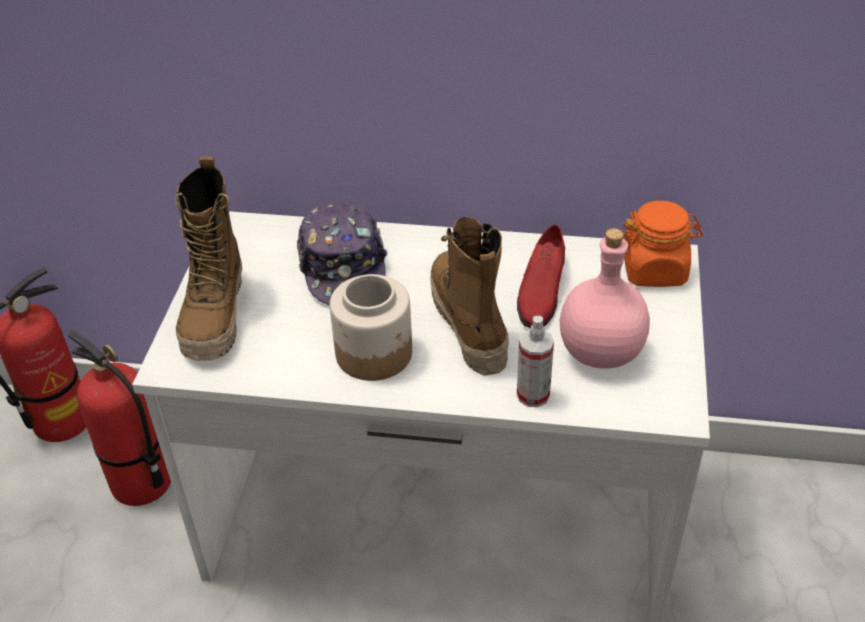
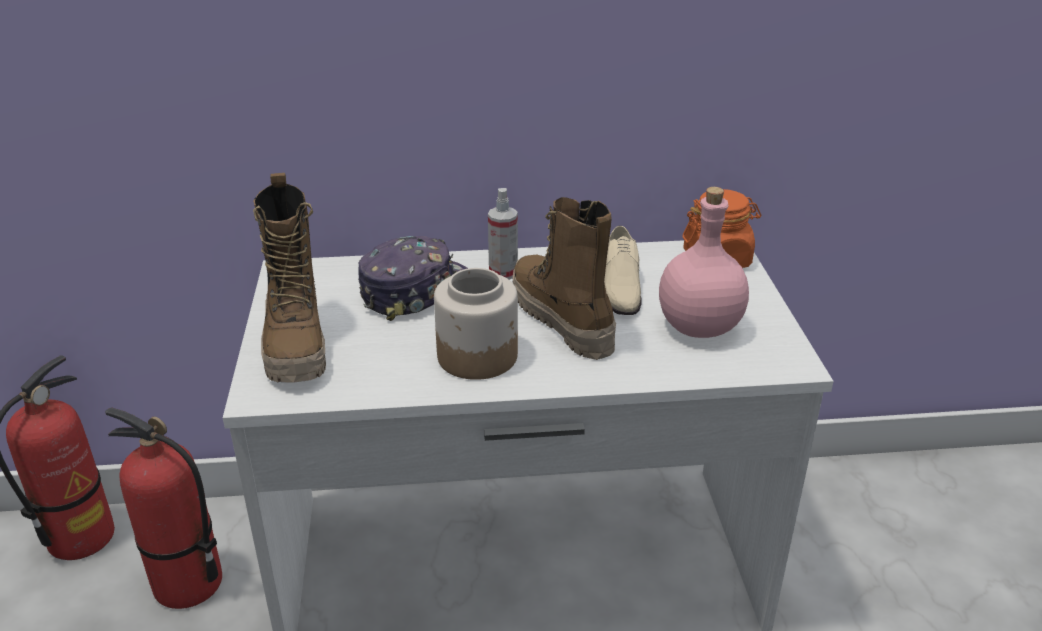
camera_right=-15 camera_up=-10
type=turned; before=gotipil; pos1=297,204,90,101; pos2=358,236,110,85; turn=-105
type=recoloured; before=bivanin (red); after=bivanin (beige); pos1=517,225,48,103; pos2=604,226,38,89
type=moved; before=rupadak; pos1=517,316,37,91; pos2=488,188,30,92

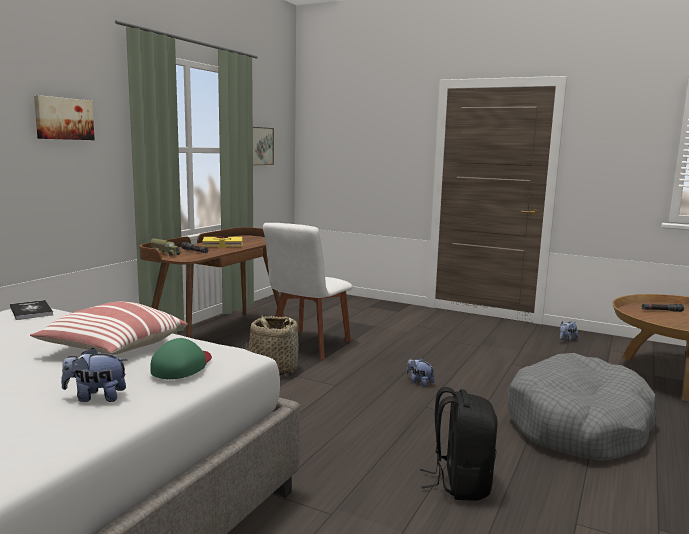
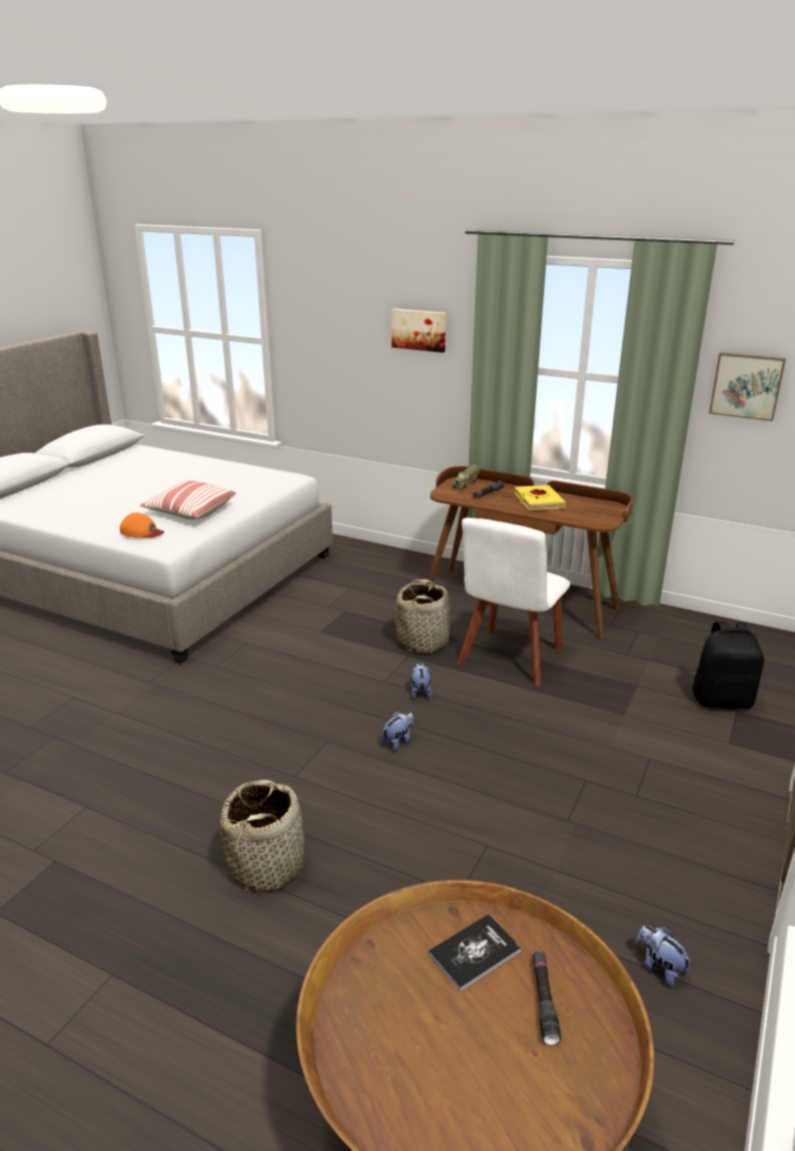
camera_right=90 camera_up=15
type=turned; before=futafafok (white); pos1=263,223,90,137; pos2=457,518,114,168; turn=-90
type=moved; before=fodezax; pos1=10,300,43,20; pos2=428,914,94,78
type=recoloured; before=gotipil (green); after=gotipil (orange); pos1=150,338,62,41; pos2=120,513,44,25
type=moved; before=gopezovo; pos1=61,348,66,54; pos2=411,663,21,36
type=replaced; before=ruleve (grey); after=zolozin; pos1=508,353,148,108; pos2=220,780,84,113
type=moved; before=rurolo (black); pos1=420,387,77,114; pos2=692,621,72,88

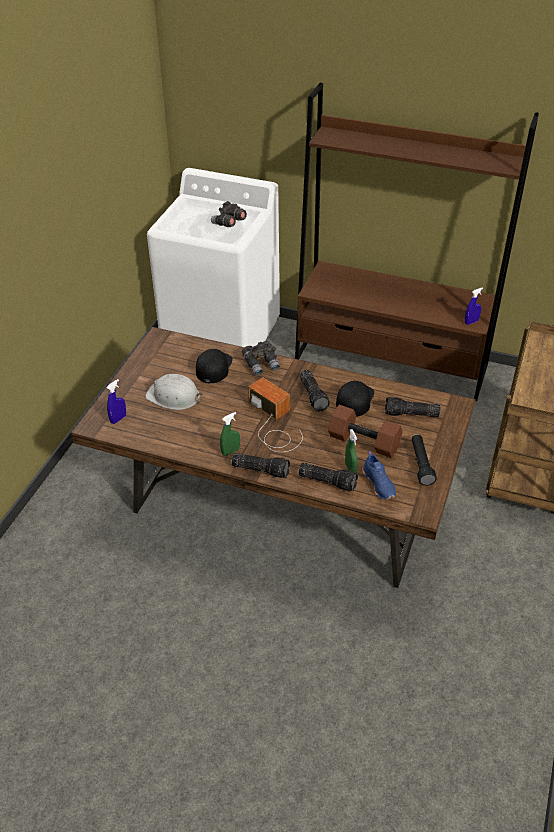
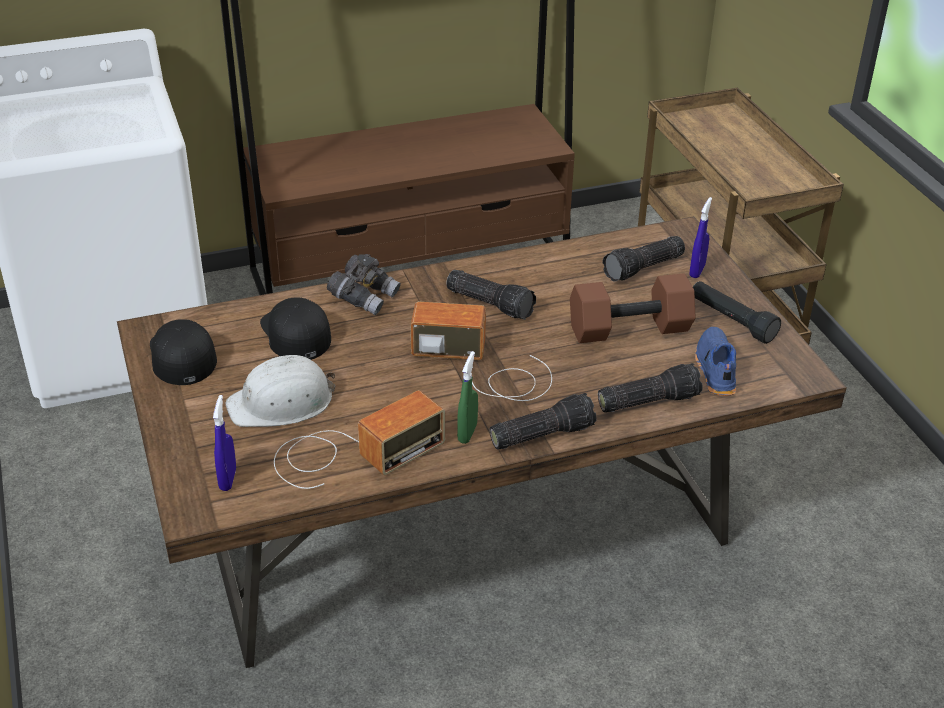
camera_right=-40 camera_up=-5
type=removed; before=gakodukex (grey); pos1=211,201,36,26
type=moved; before=rupadak (blue); pos1=465,287,18,38; pos2=689,197,23,81
type=moved; before=gotipil (black); pos1=336,381,38,36; pos2=150,319,67,66
type=removed; before=rupadak (green); pos1=345,429,13,44
type=turned; before=bivanin (blue); pos1=362,451,34,49; pos2=695,327,41,69; turn=-120
type=added; after=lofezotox; pos2=274,390,171,99

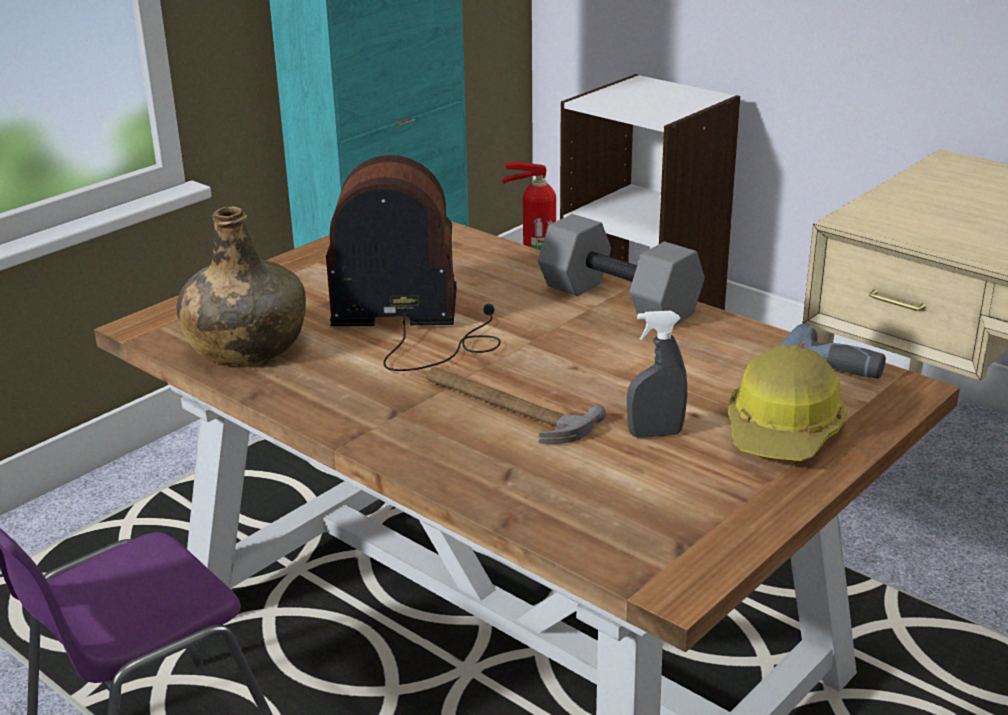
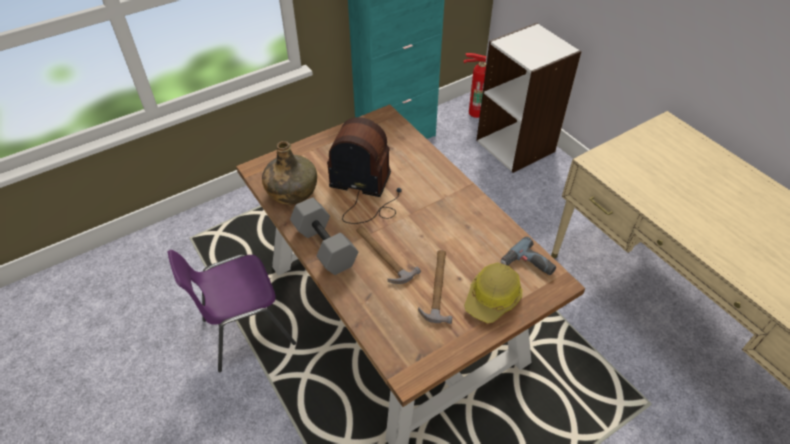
camera_right=15 camera_up=20
type=moved; before=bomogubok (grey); pos1=538,214,167,112; pos2=290,197,69,78
type=replaced; before=rupadak (grey); after=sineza; pos1=627,311,60,127; pos2=418,250,34,74

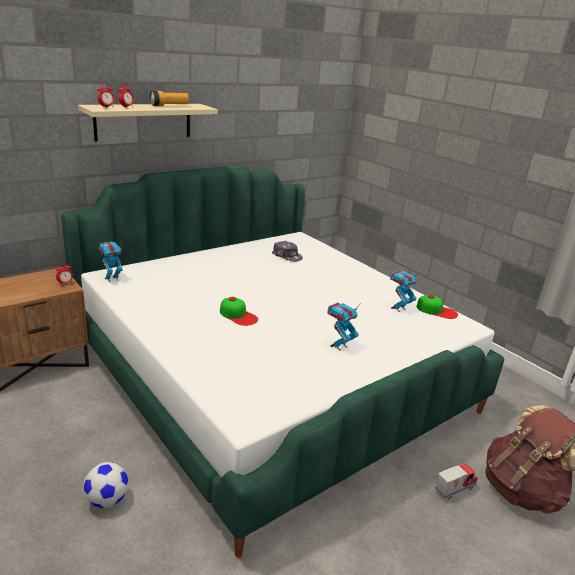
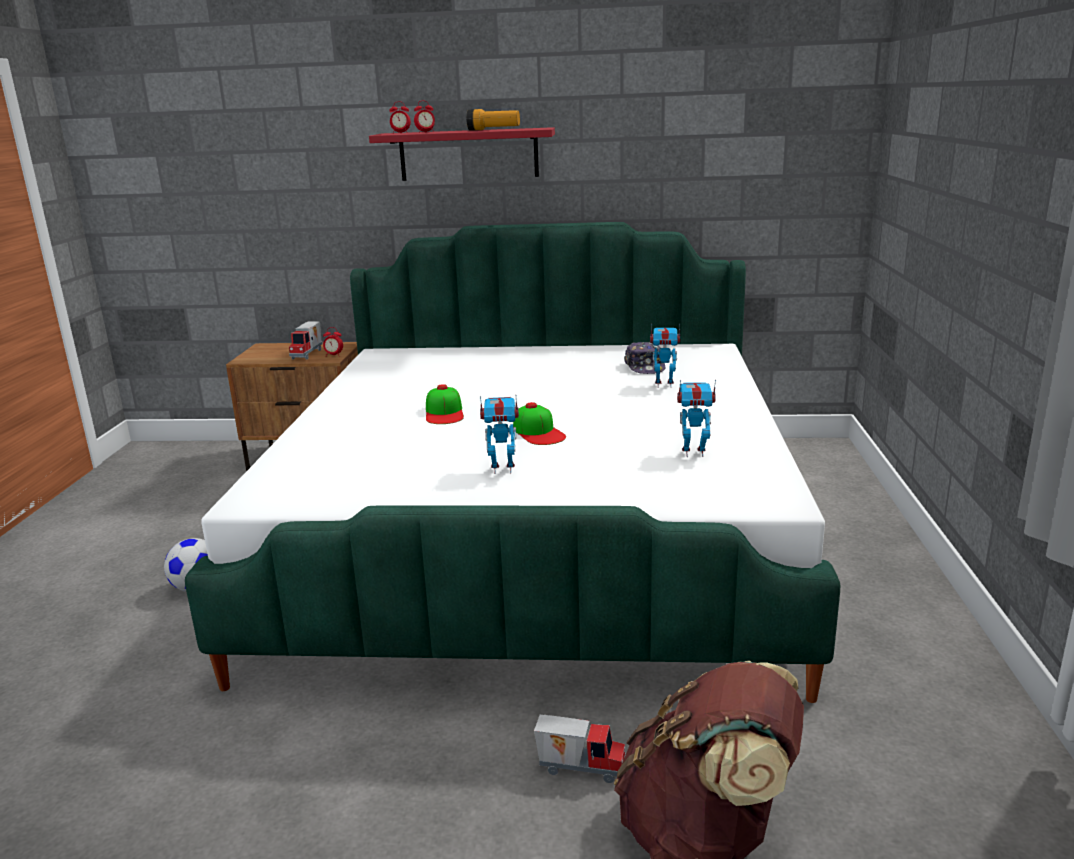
camera_right=45 camera_up=-5
type=recoloured; before=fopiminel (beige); after=fopiminel (red); pos1=78,104,140,38; pos2=369,127,186,54
type=moved; before=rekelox; pos1=99,241,23,41; pos2=650,323,30,65
type=moved; before=gotipil; pos1=416,294,42,25; pos2=513,402,53,43
type=added; after=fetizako; pos2=289,321,34,39

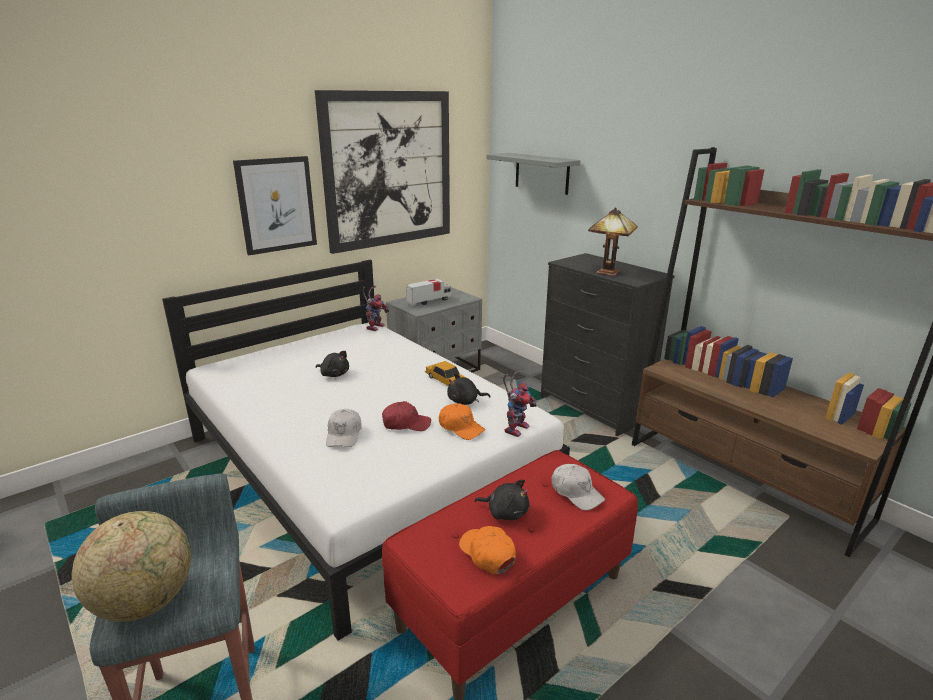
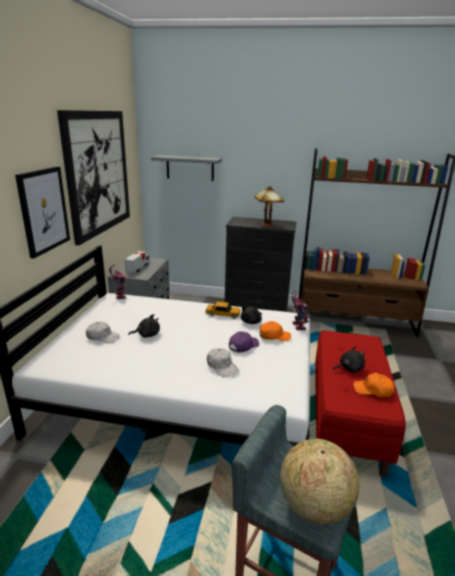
camera_right=-40 camera_up=0
type=recoloured; before=gotipil (red); after=gotipil (purple); pos1=382,401,49,30; pos2=229,331,30,22
type=moved; before=gotipil (white); pos1=551,464,54,46; pos2=86,322,34,21

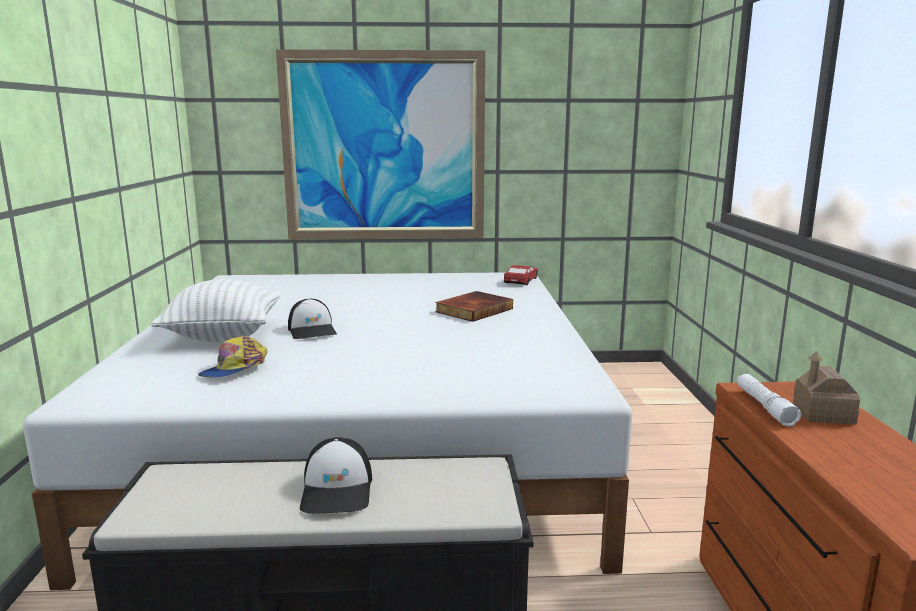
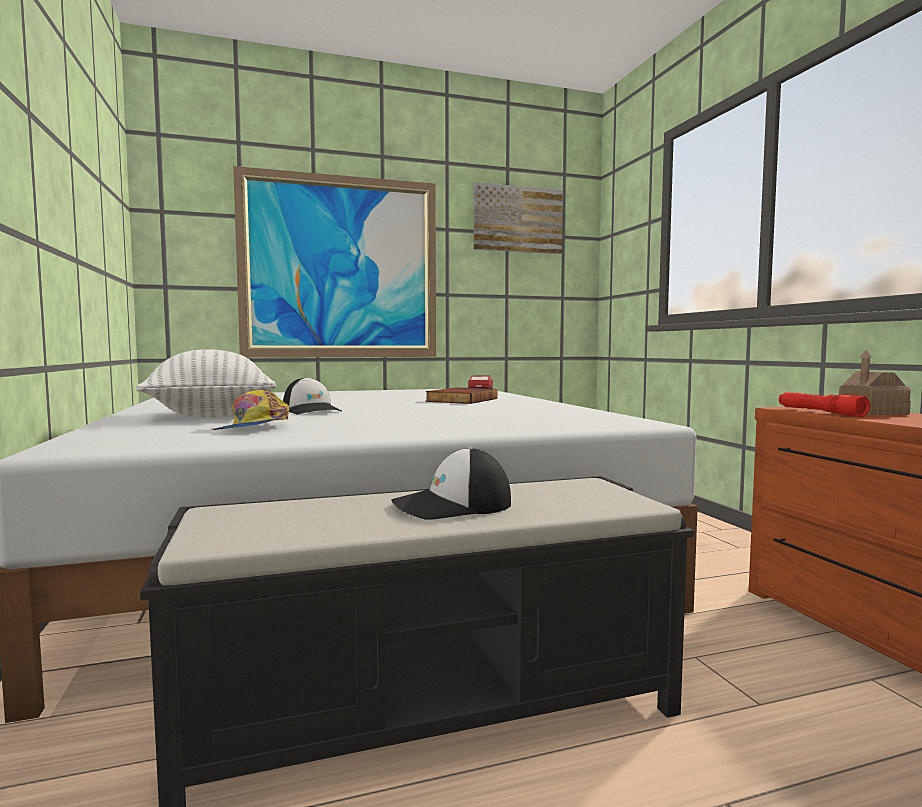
camera_right=-15 camera_up=-10
type=recoloured; before=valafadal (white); after=valafadal (red); pos1=737,374,64,53; pos2=779,392,92,25
type=turned; before=gotipil; pos1=300,437,72,77; pos2=391,447,120,73; turn=90
type=added; after=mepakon; pos2=473,182,90,72

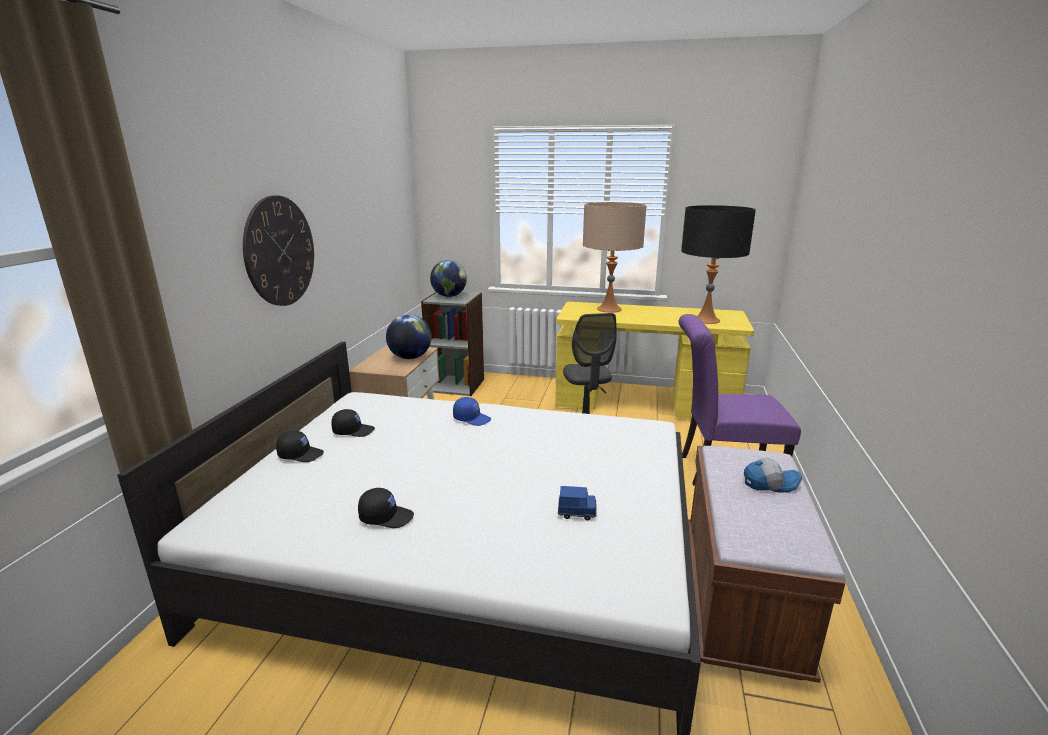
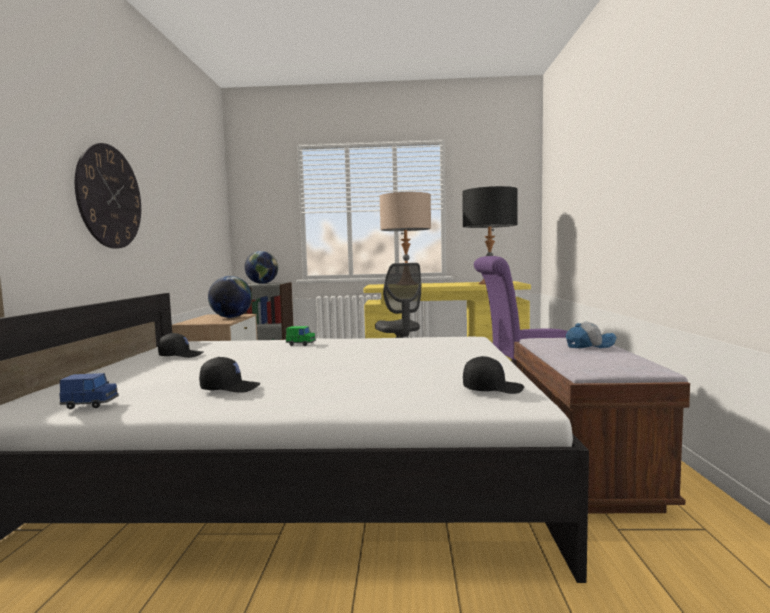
camera_right=-10 camera_up=-15
type=replaced; before=gotipil (blue); after=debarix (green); pos1=453,397,38,29; pos2=286,326,30,20
type=moved; before=gotipil (black); pos1=276,431,48,31; pos2=463,356,61,38
type=moved; before=debarix (blue); pos1=558,486,39,35; pos2=59,373,60,36

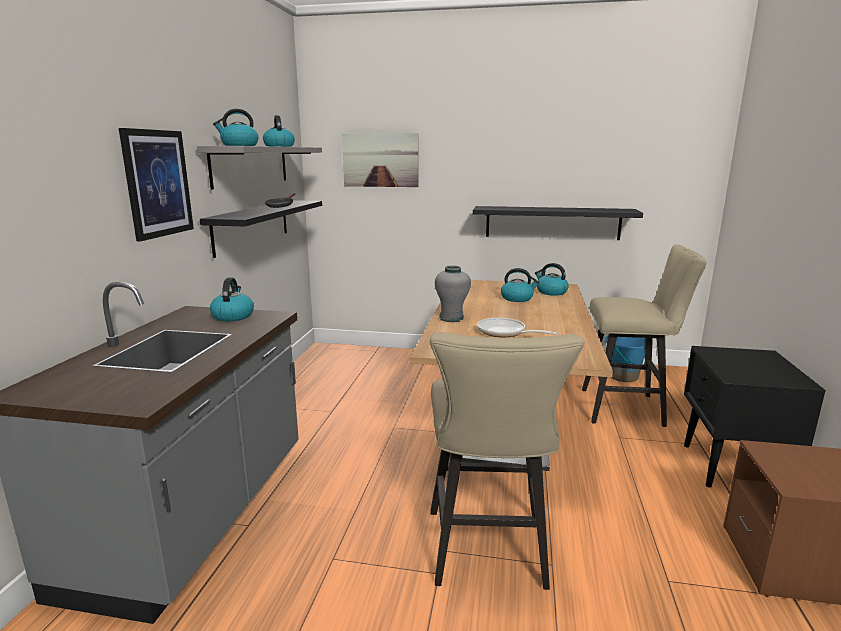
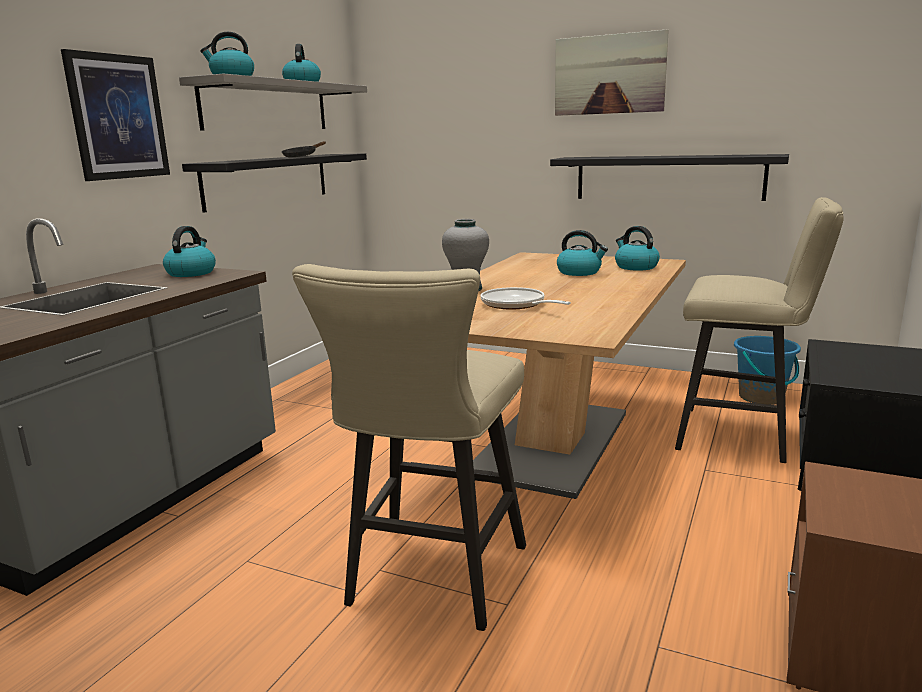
camera_right=15 camera_up=0
type=moved; before=mepakon; pos1=342,133,76,54; pos2=555,29,114,87

